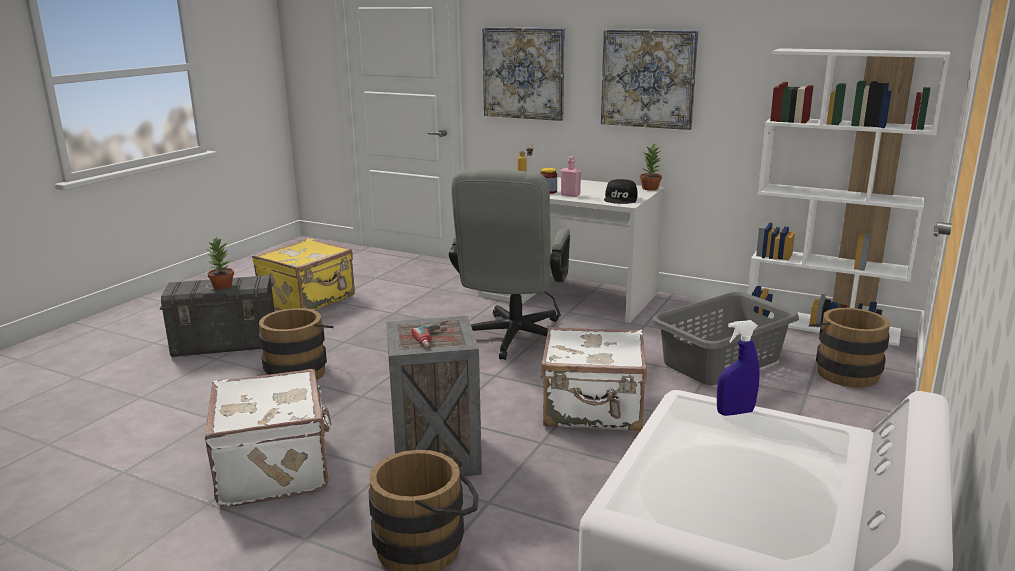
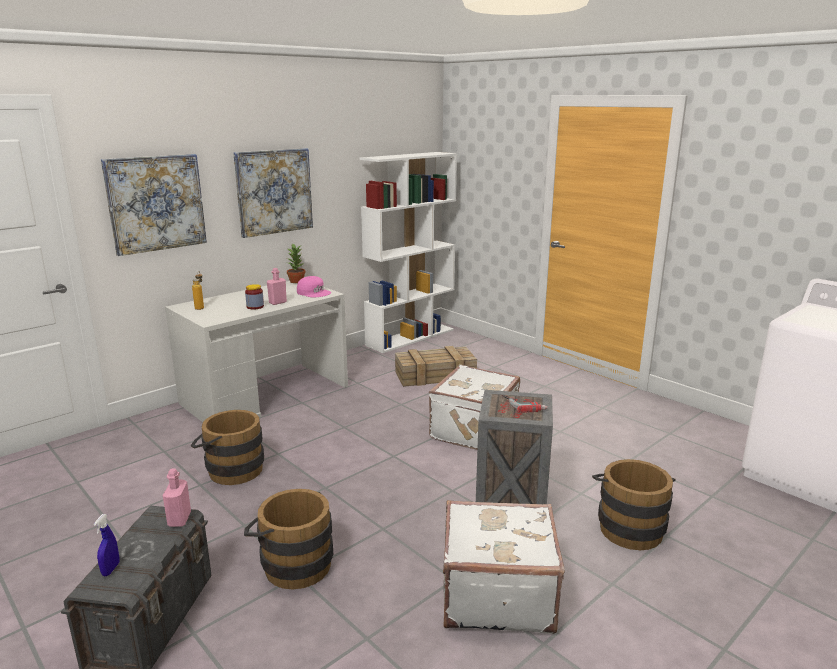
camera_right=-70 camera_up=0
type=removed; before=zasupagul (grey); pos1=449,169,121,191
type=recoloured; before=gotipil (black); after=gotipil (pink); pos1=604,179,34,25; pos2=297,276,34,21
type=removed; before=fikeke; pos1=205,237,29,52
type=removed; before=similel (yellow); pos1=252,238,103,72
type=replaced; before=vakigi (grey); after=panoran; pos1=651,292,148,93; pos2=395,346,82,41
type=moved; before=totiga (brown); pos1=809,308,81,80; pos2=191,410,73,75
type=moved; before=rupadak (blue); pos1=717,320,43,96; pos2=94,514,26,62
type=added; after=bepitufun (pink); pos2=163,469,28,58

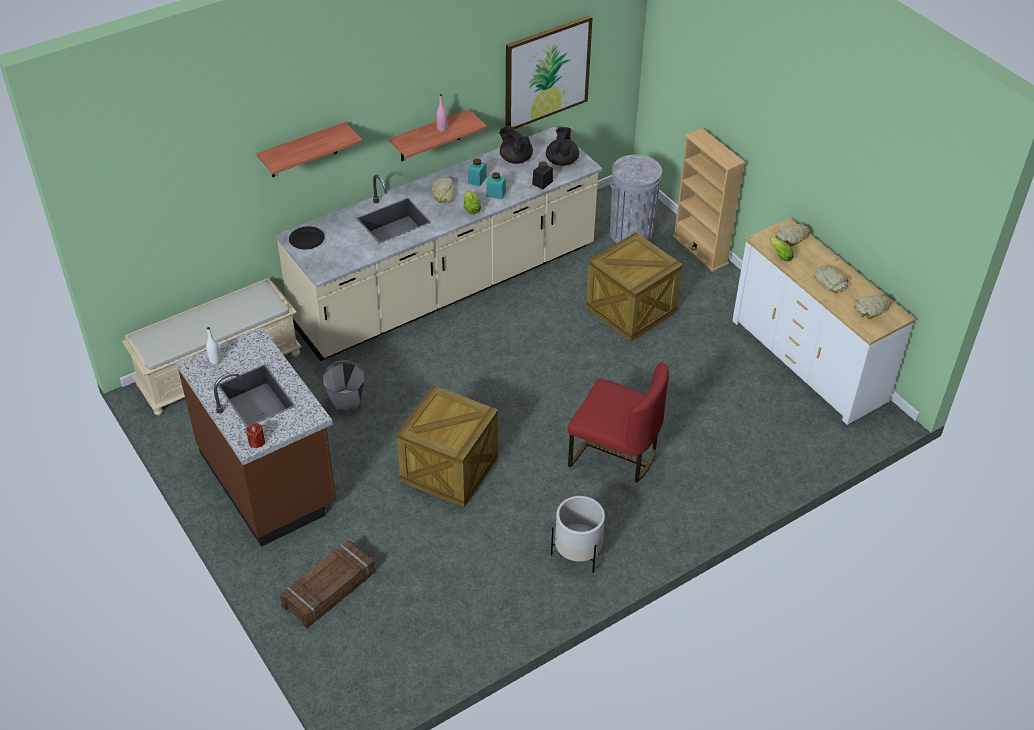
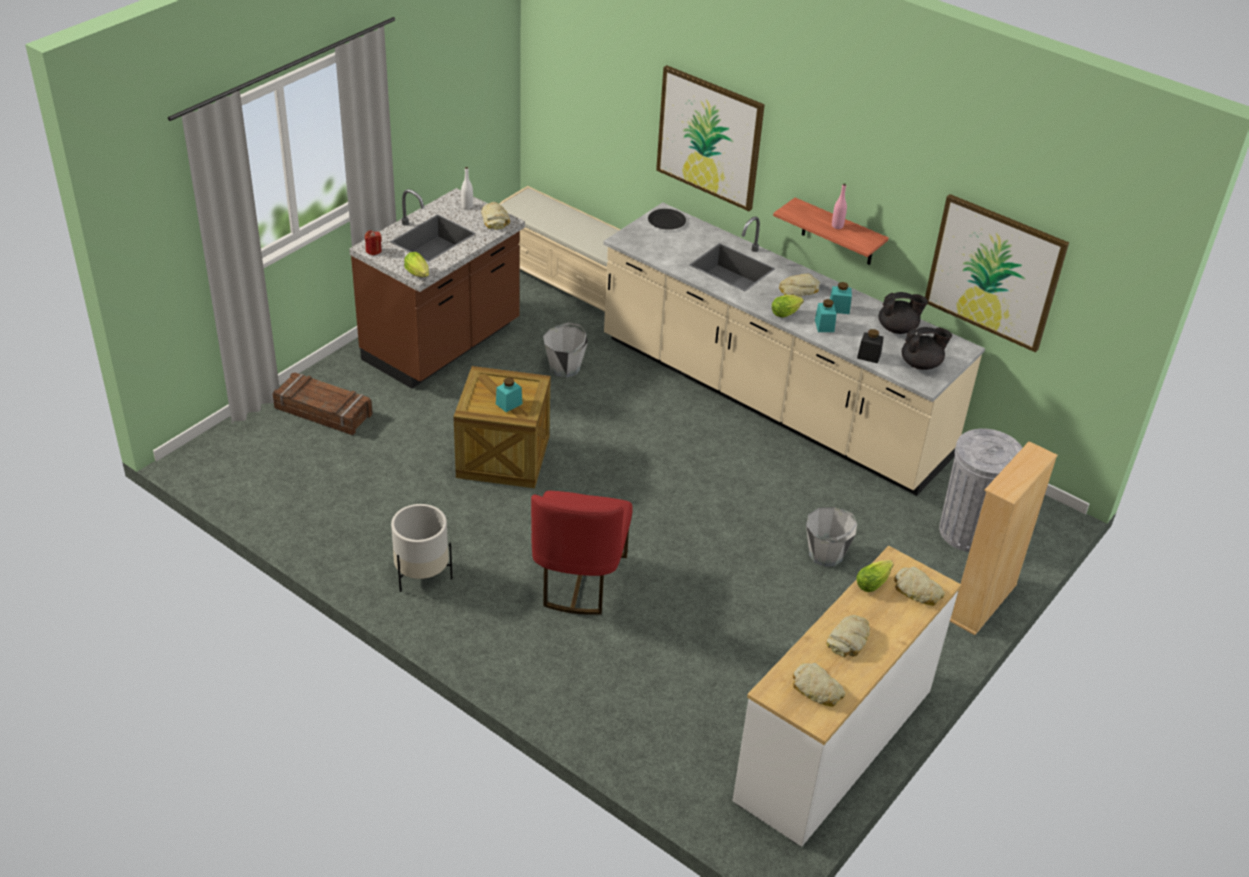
camera_right=70 camera_up=-5
type=replaced; before=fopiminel; after=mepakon; pos1=257,122,105,55; pos2=656,65,109,146
type=turned; before=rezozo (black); pos1=499,126,34,38; pos2=879,292,49,42; turn=60
type=replaced; before=panoran; after=totiga (grey); pos1=586,232,97,110; pos2=806,507,51,60
type=added; after=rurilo; pos2=481,202,29,28
type=added; after=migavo; pos2=404,252,25,25
type=added; after=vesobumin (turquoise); pos2=496,378,26,34

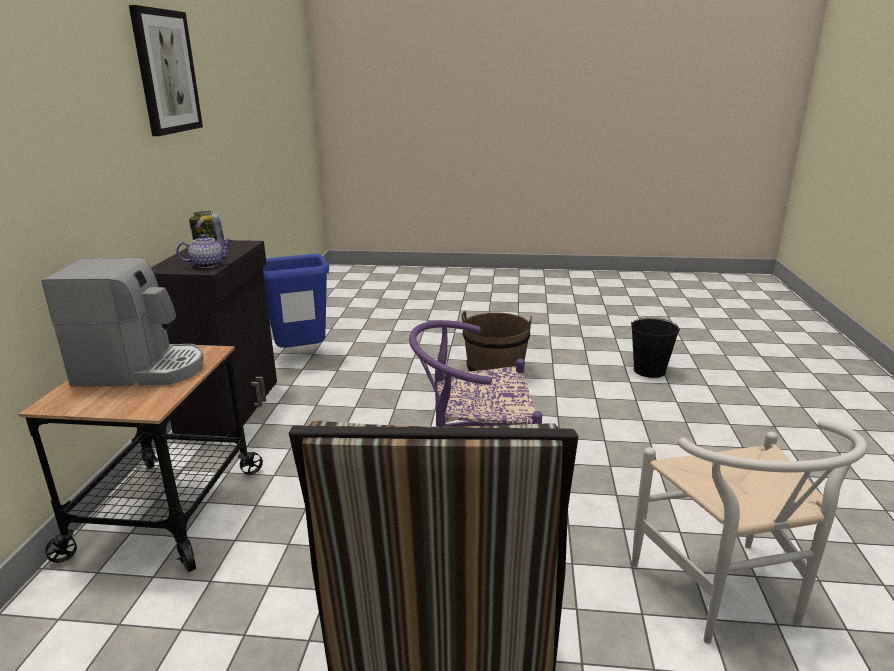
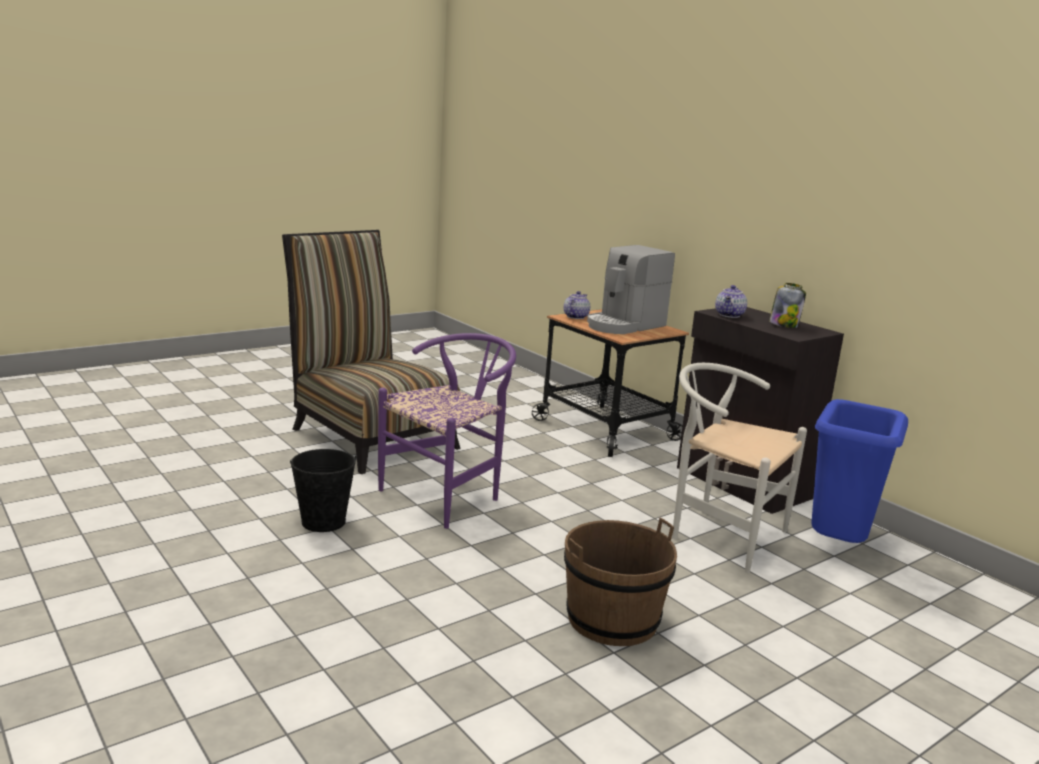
camera_right=135 camera_up=-5
type=removed; before=mepakon; pos1=129,5,74,131
type=moved; before=totiga (black); pos1=631,318,49,60; pos2=290,449,67,83
type=moved; before=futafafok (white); pos1=632,420,235,224; pos2=672,363,135,210
type=added; after=rezozo; pos2=564,291,26,28

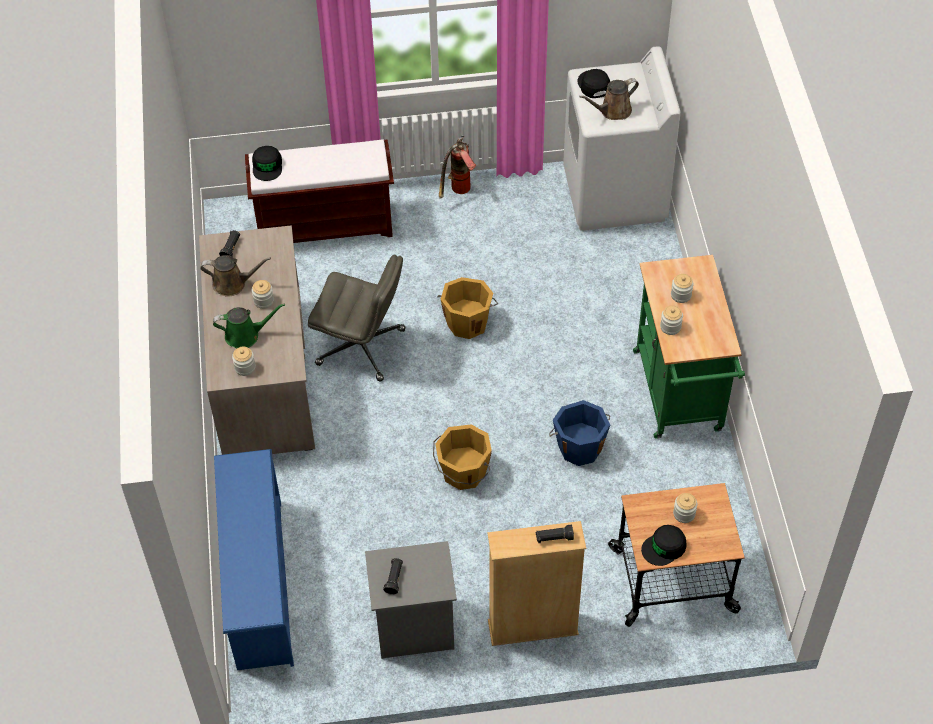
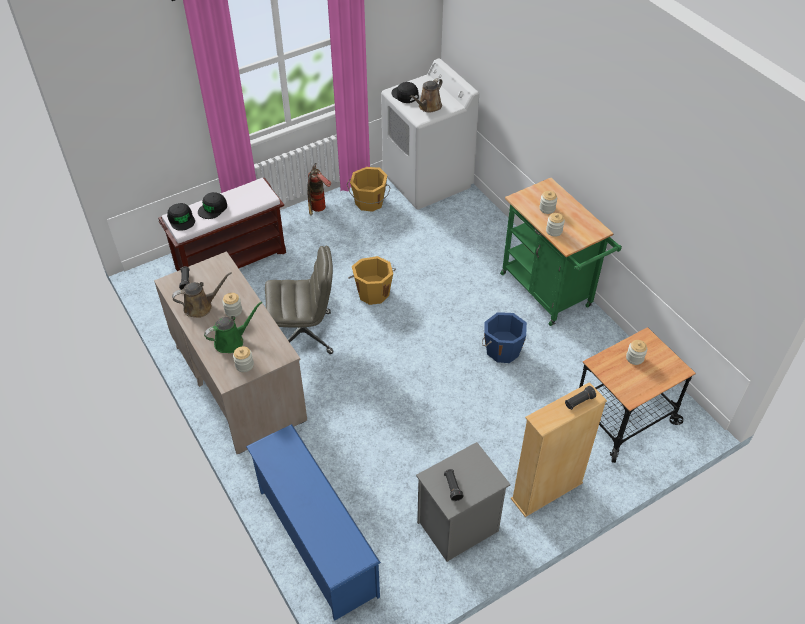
camera_right=-25 camera_up=-5
type=moved; before=totiga (orange); pos1=433,424,59,66; pos2=347,167,43,45
type=moved; before=gotipil (black); pos1=641,525,46,41; pos2=198,192,29,27

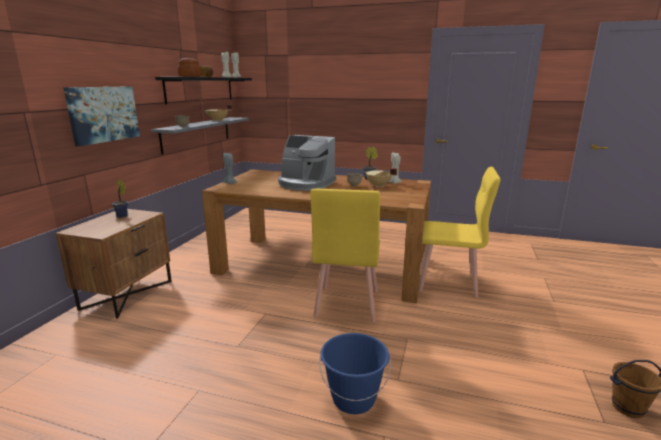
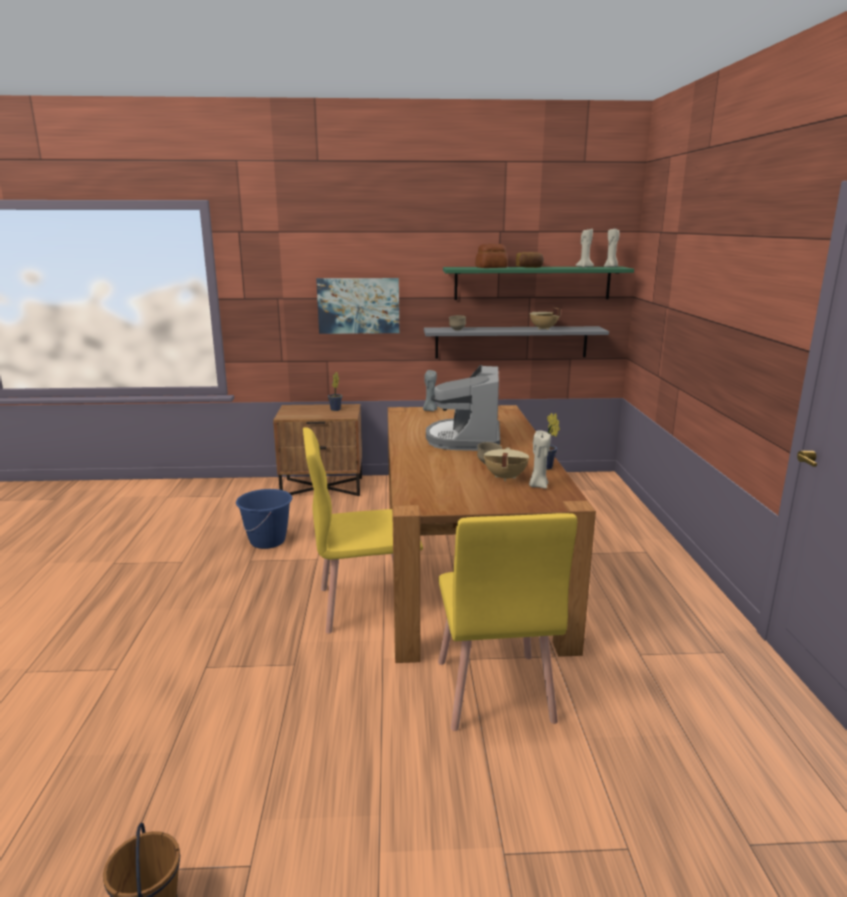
camera_right=70 camera_up=0
type=recoloured; before=fopiminel (black); after=fopiminel (green); pos1=155,77,97,27; pos2=443,267,191,33
type=moved; before=totiga (blue); pos1=319,333,72,81; pos2=236,489,56,60

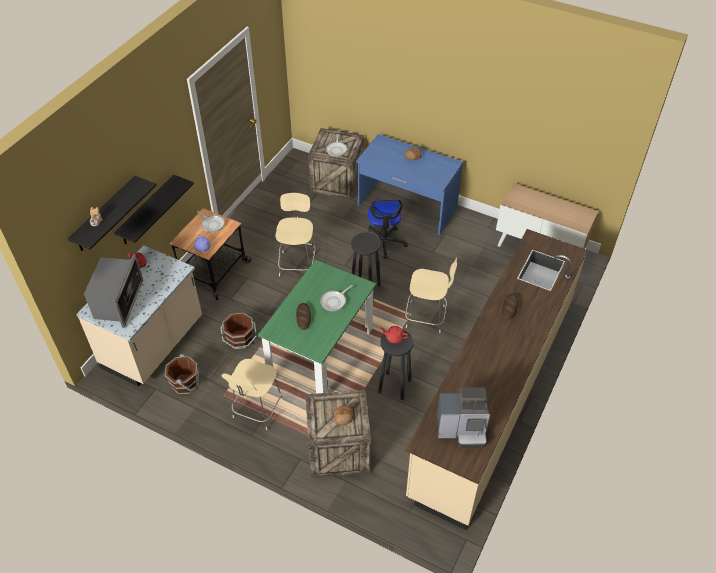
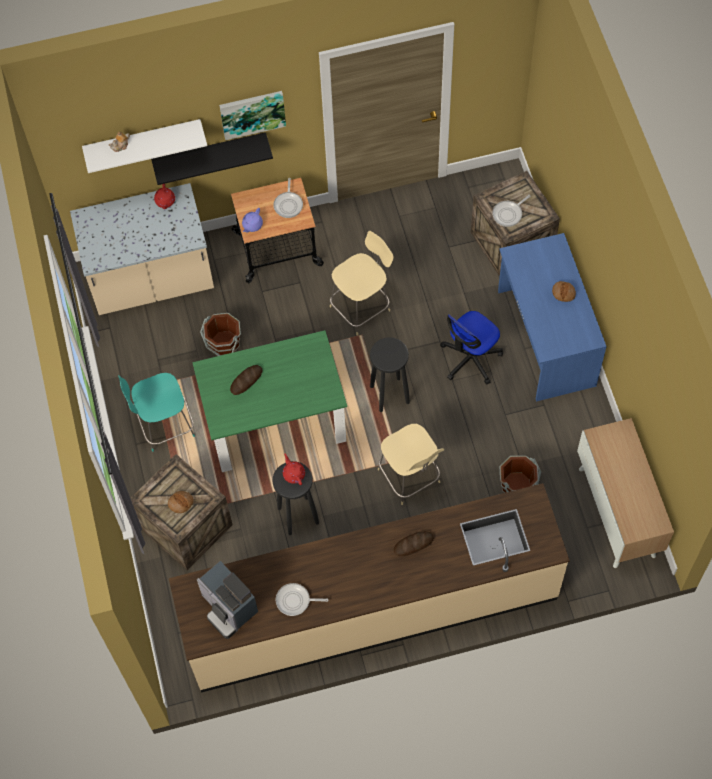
camera_right=50 camera_up=15
type=recoloured; before=fopiminel (black); after=fopiminel (white); pos1=68,176,89,75; pos2=82,119,125,54
type=removed; before=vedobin; pos1=84,254,59,74
type=moved; before=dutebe; pos1=320,285,33,26; pos2=276,583,52,33
type=moved; before=totiga (brown); pos1=165,354,34,40; pos2=499,456,43,37
type=recoloured; before=futafafok (beige); after=futafafok (turquoise); pos1=222,359,61,71; pos2=118,373,77,79
type=added; after=mepakon; pos2=219,91,67,49

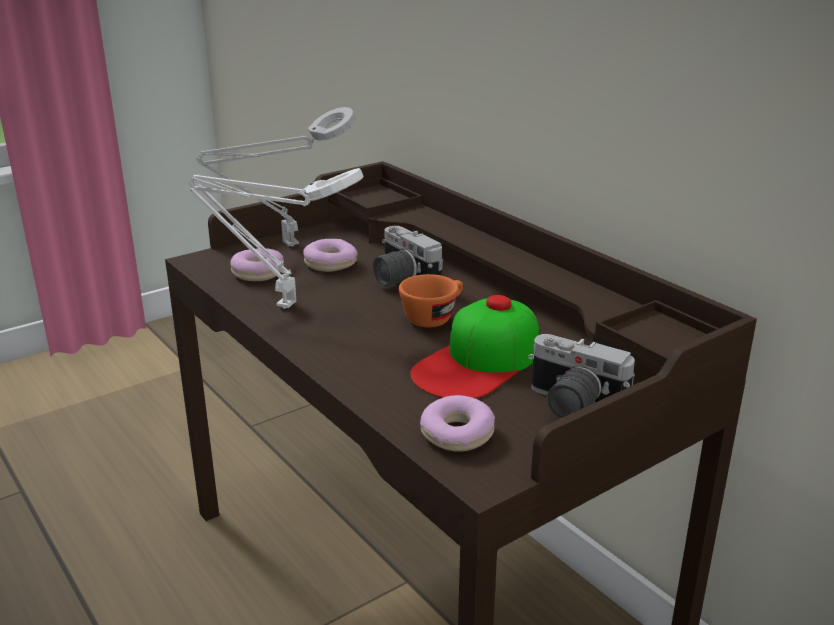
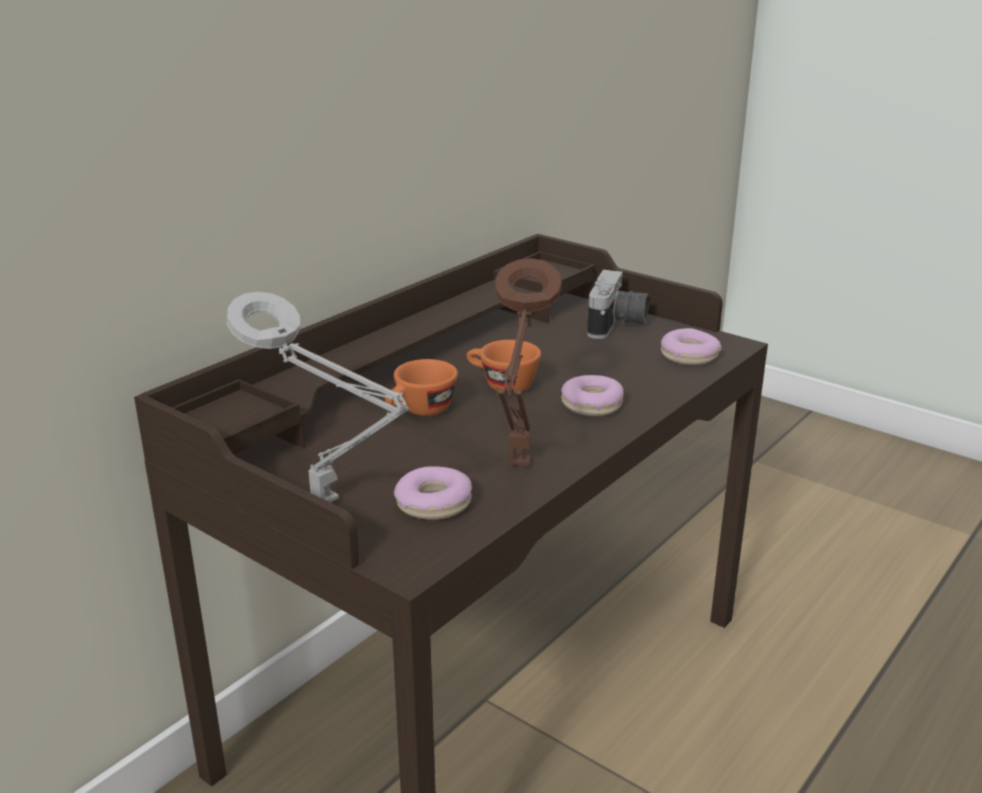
camera_right=-105 camera_up=0
type=recoloured; before=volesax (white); after=volesax (brown); pos1=188,168,176,141; pos2=495,258,67,209
type=replaced; before=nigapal; after=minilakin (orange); pos1=373,226,70,61; pos2=385,359,73,57
type=moved; before=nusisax; pos1=303,239,55,33; pos2=561,375,63,41
type=removed; before=gotipil; pos1=410,295,129,104

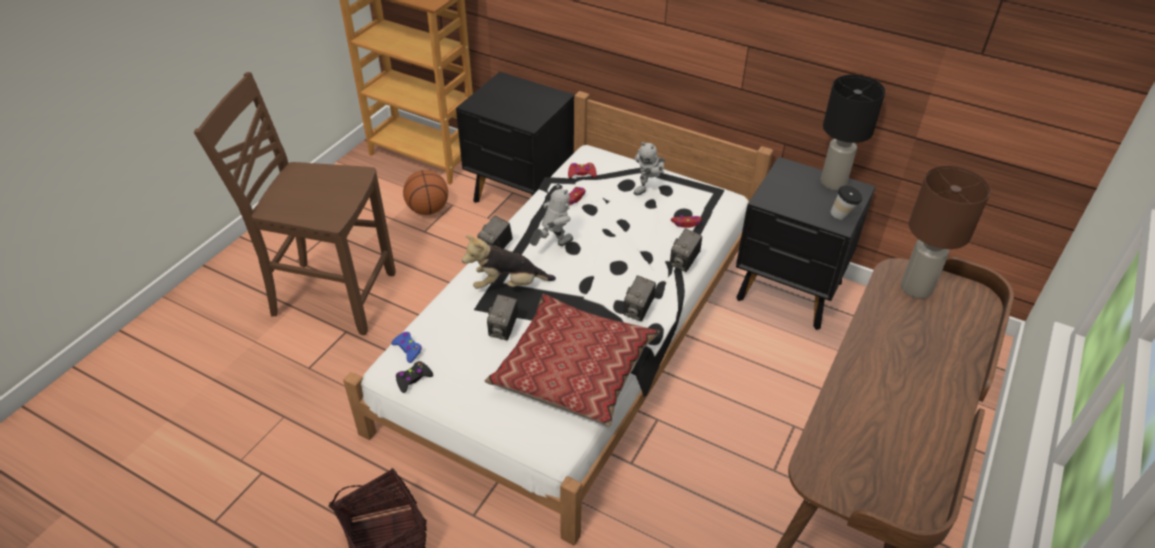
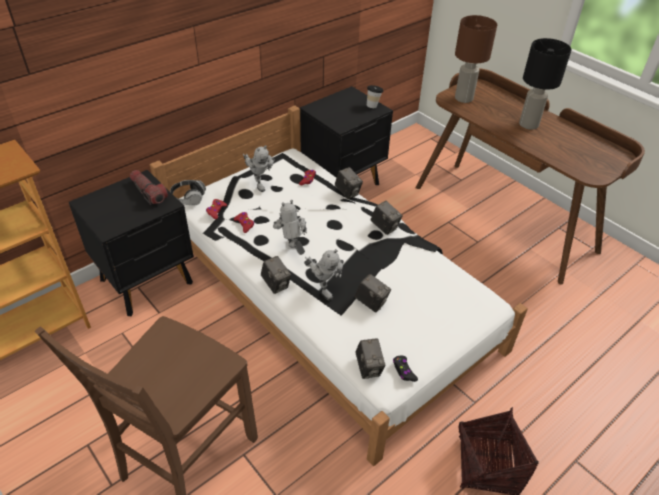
camera_right=-70 camera_up=0
type=moved; before=volesax (black); pos1=821,75,64,115; pos2=519,38,52,92
type=removed; before=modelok; pos1=403,170,45,45
type=replaced; before=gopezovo; after=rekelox; pos1=462,235,94,54; pos2=304,249,40,51
type=removed; before=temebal; pos1=485,294,175,133
type=replaced; before=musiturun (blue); after=nigapal; pos1=391,332,31,31; pos2=355,338,30,41
type=added; after=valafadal; pos2=130,170,38,35
type=added; after=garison; pos2=170,180,36,26

